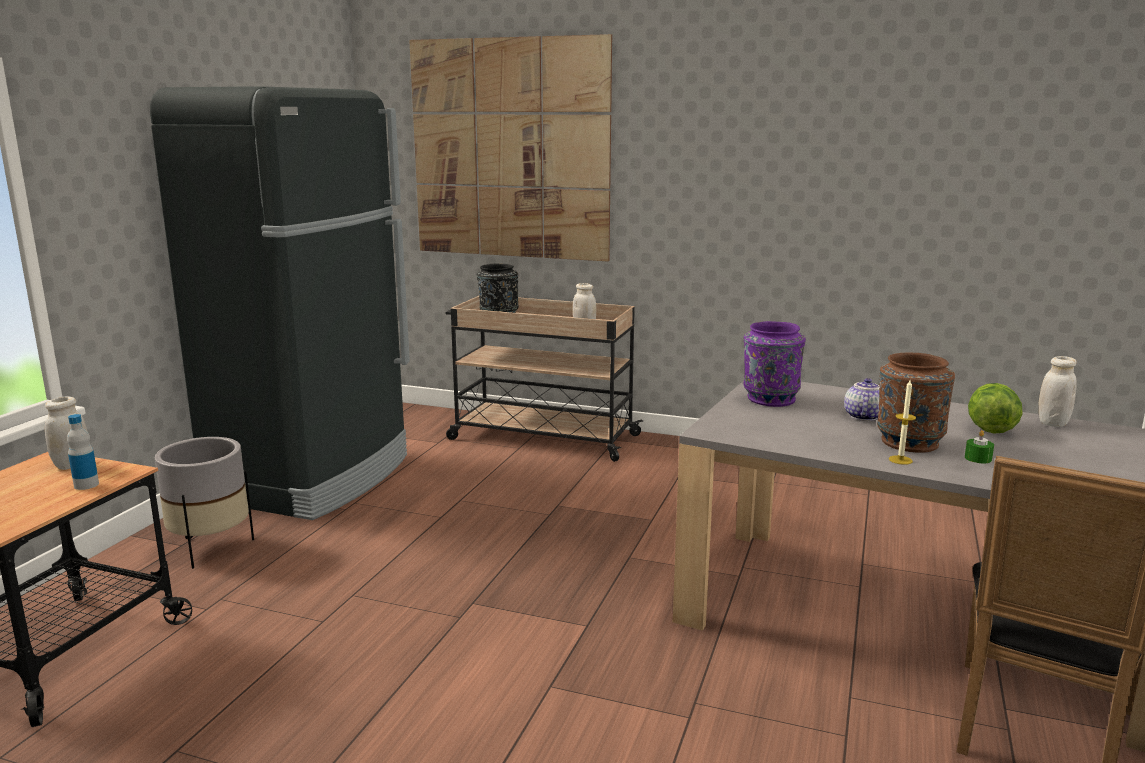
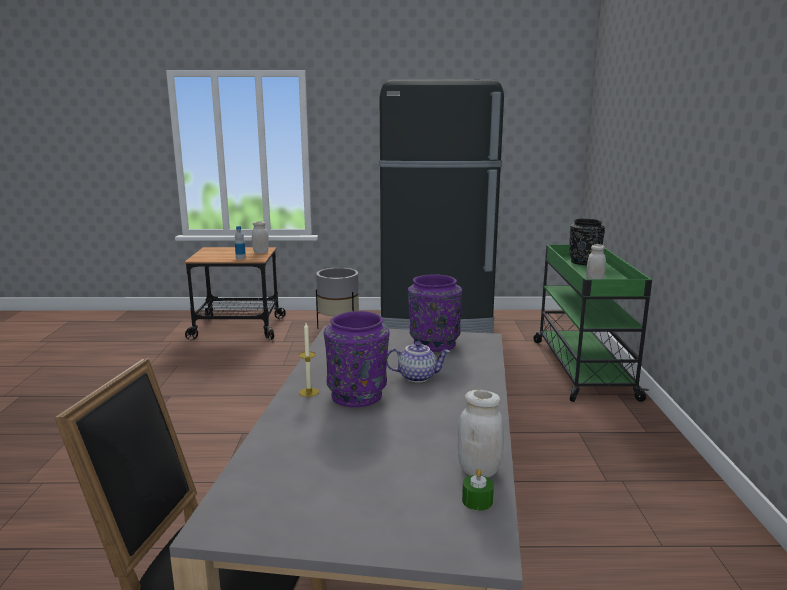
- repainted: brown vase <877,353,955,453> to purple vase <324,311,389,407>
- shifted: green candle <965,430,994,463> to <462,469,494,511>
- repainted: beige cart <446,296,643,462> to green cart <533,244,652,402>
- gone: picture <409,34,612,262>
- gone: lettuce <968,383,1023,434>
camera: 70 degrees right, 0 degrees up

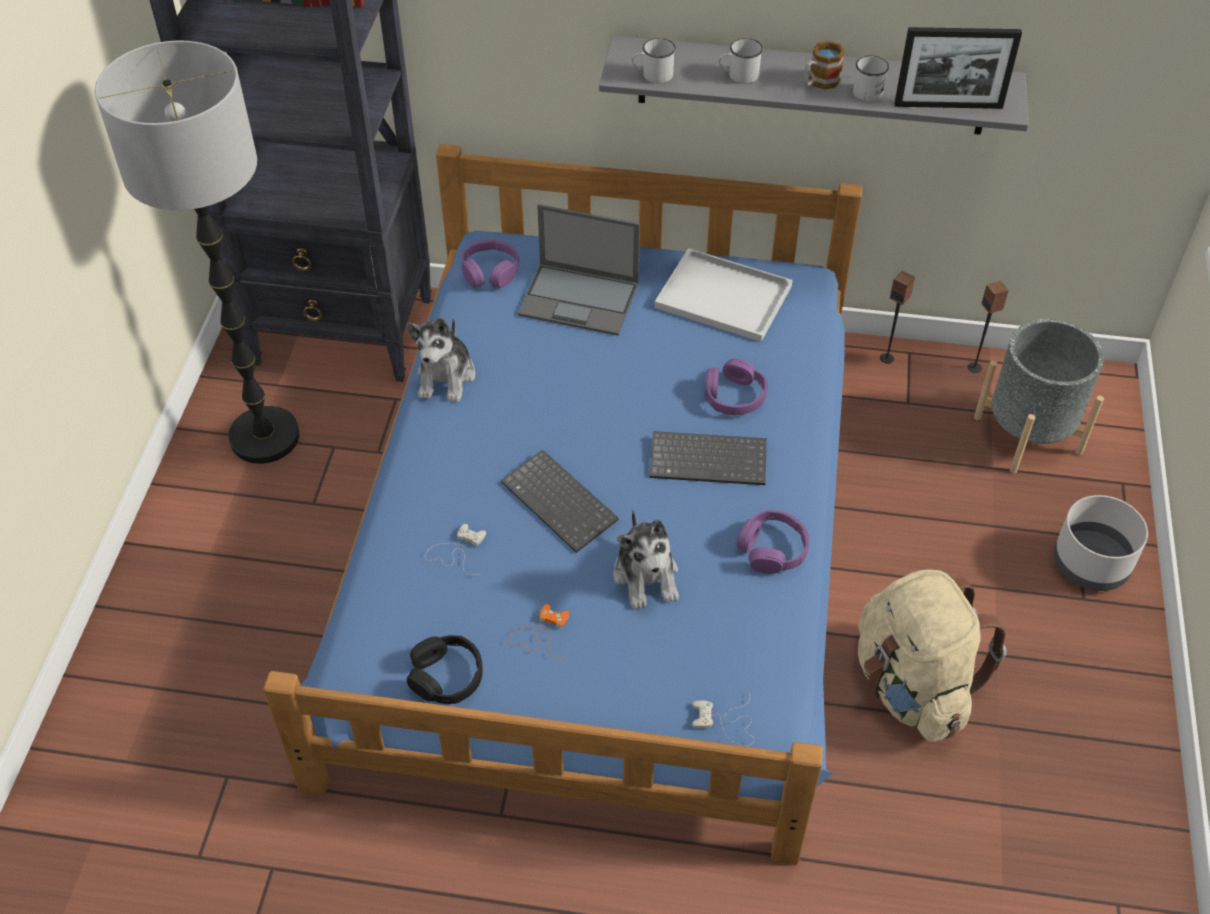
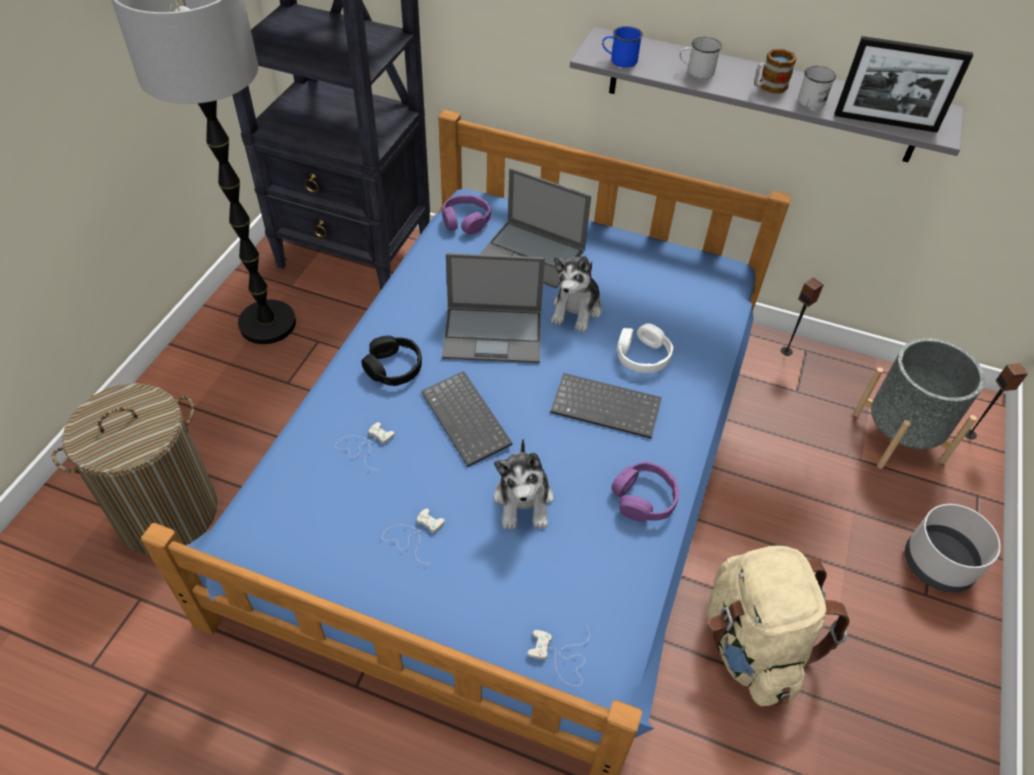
- new: laundry basket <52,383,217,554>
- shifted: black headphones <407,635,483,704> to <361,336,422,386>
- repainted: orange game controller <507,604,569,660> to white game controller <382,508,445,564>
- new: laptop <442,253,545,363>
- shifted: plush toy <406,317,475,402> to <551,256,602,333>
- repainted: white mug <632,38,676,84> to blue mug <602,26,643,68>
- repainted: purple headphones <705,358,767,415> to white headphones <617,323,673,373>
- shifted: speaker <967,281,1009,373> to <965,363,1028,439>
- gone: white tray <655,248,793,342>
camera: 10 degrees right, 0 degrees up

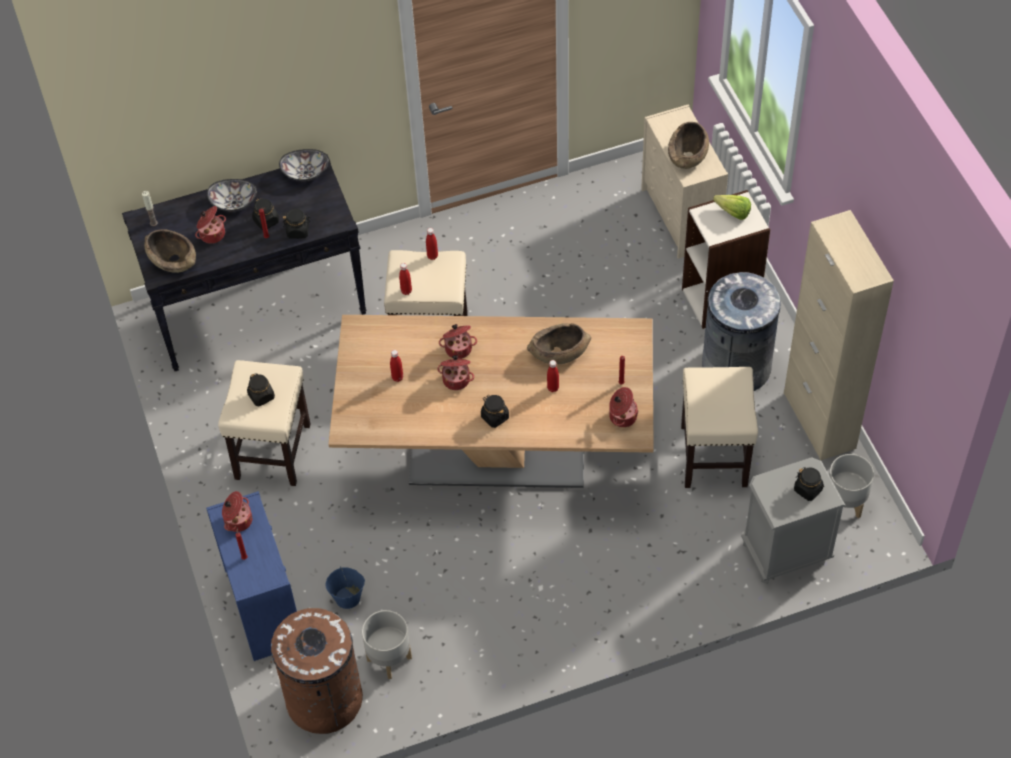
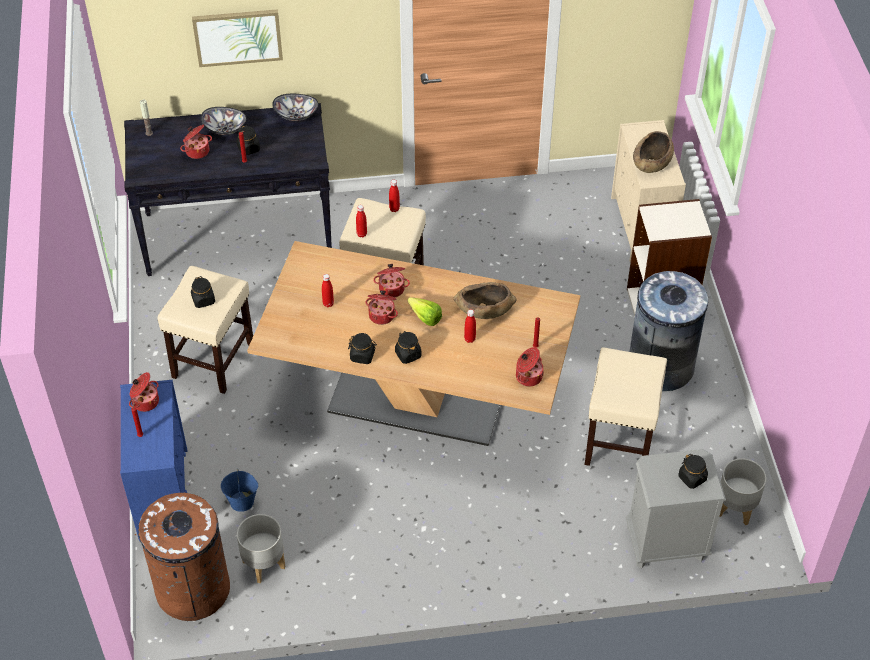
- new: picture <192,9,283,67>
- shifted: black jar <283,209,310,239> to <348,333,377,364>
- shifted: lettuce <713,195,751,220> to <408,297,442,326>
- gone: brown bowl <144,229,196,273>
- gone: beige cabinet <784,210,894,461>
camera: 10 degrees right, 5 degrees down

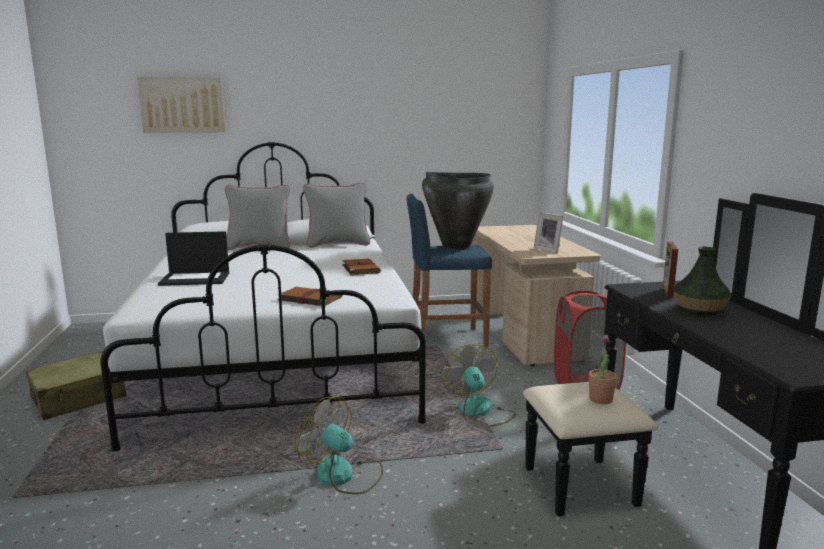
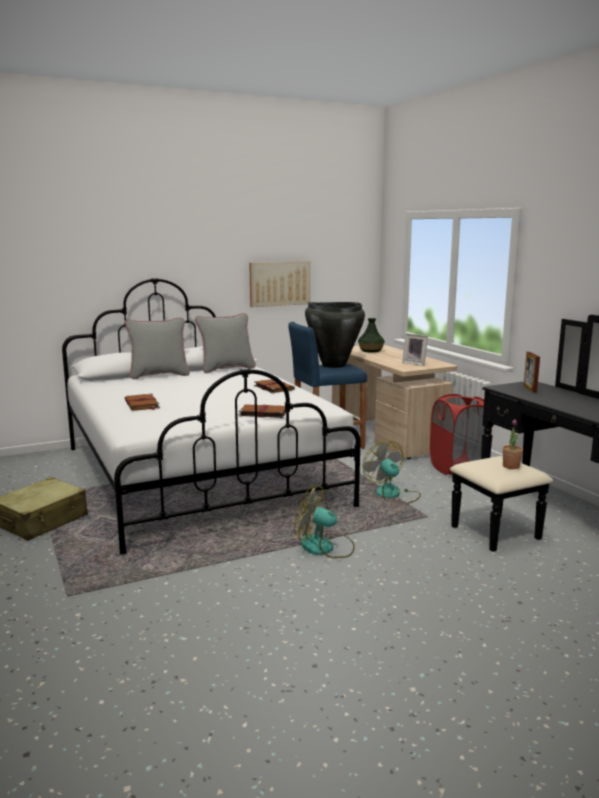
- swapped: laptop <158,231,229,286> to brown book <124,394,160,411>
- shifted: picture <138,77,226,133> to <249,261,310,307>
- shifted: vase <674,247,731,316> to <358,318,385,353>
camera: 15 degrees left, 0 degrees up

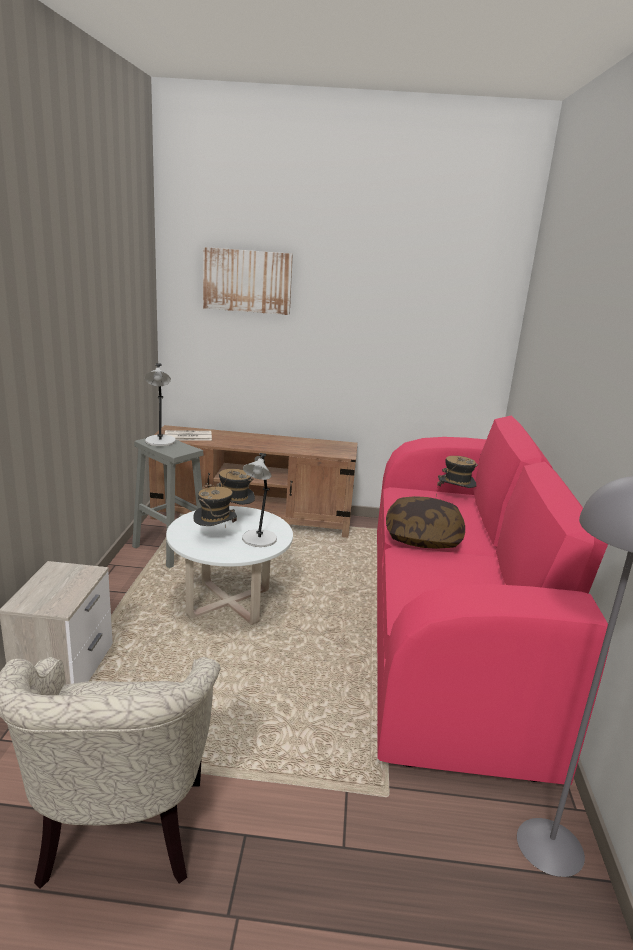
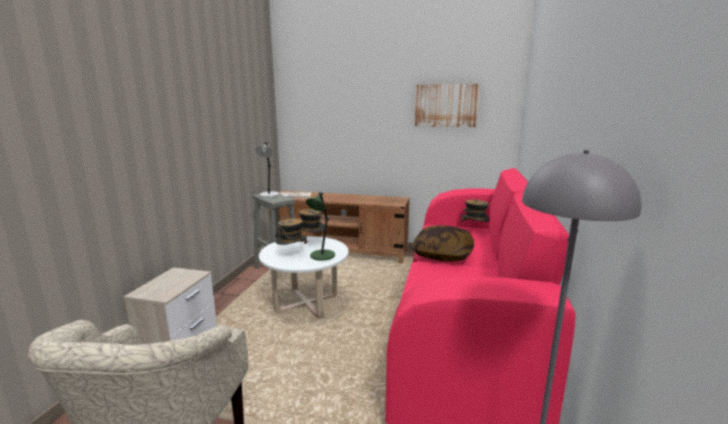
- repainted: grey table lamp <242,453,277,547> to green table lamp <306,192,335,261>
- shifted: picture <203,247,293,315> to <415,84,480,127>
camera: 10 degrees right, 5 degrees down

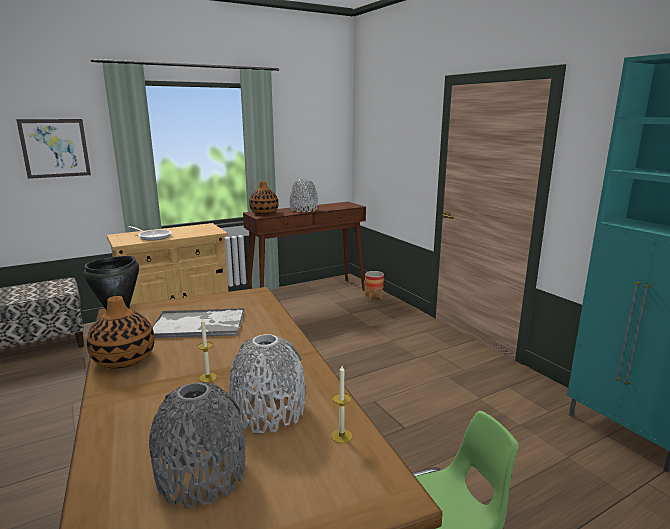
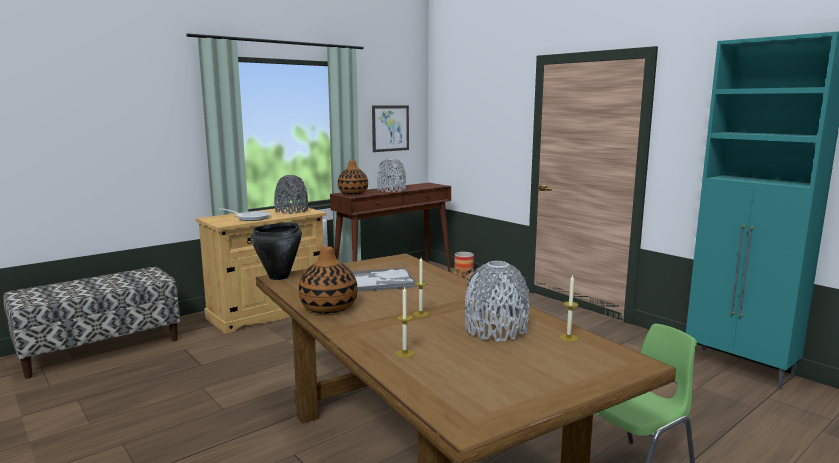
- shifted: grey vase <149,382,245,507> to <274,175,308,214>
- shifted: picture <16,119,91,179> to <372,105,409,152>
- new: candle <396,286,414,358>
camera: 10 degrees left, 5 degrees down

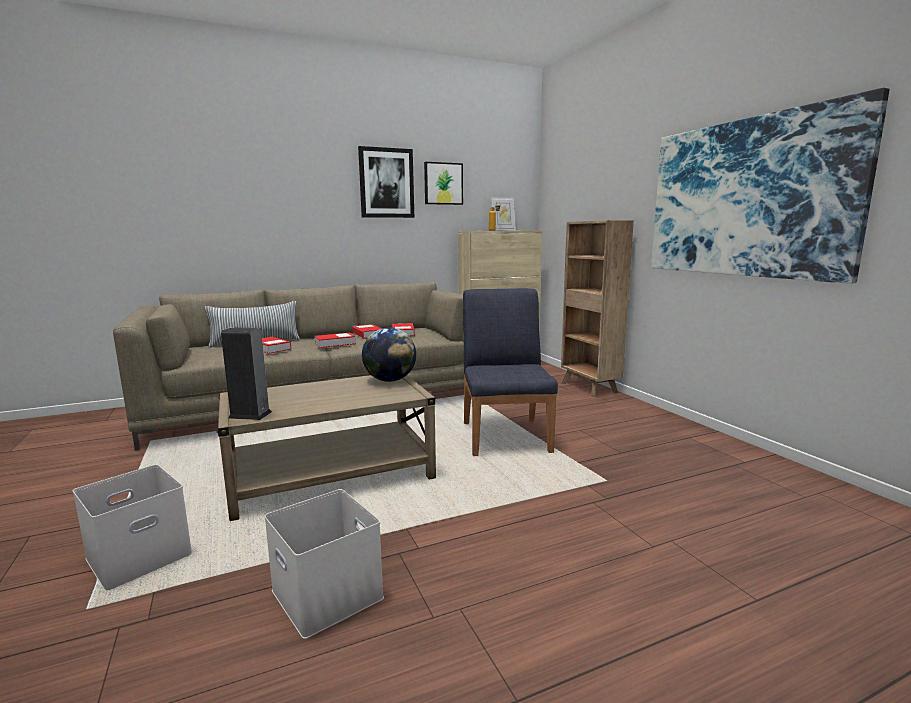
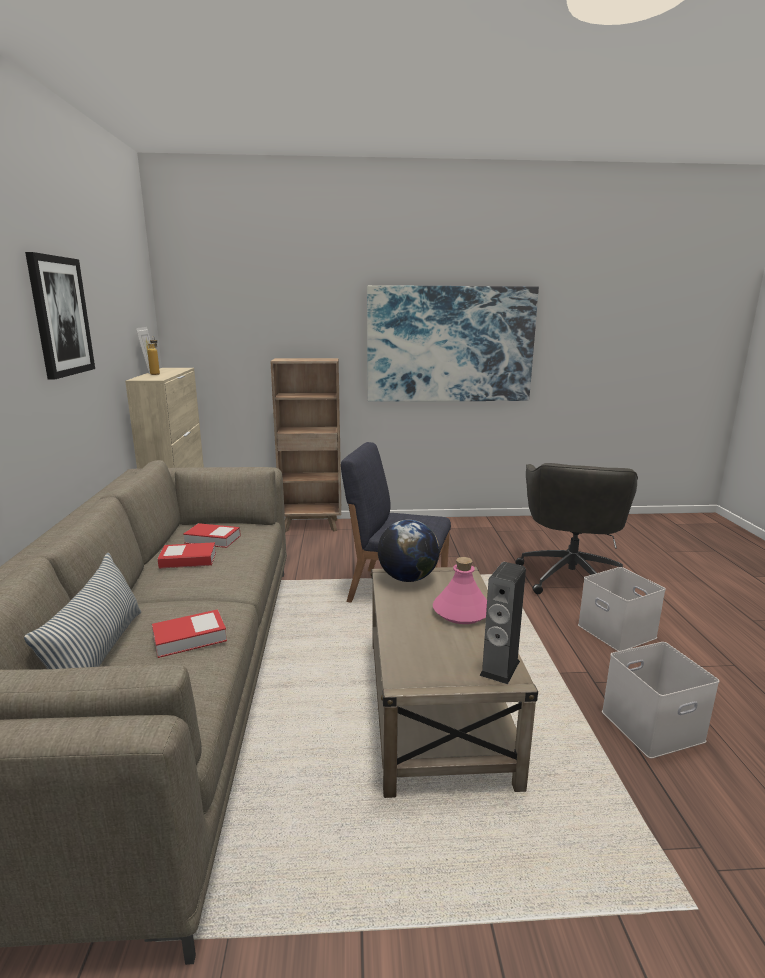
- new: pink bottle <433,557,487,624>
- new: grey office chair <516,463,638,594>
- shifted: white storage box <72,464,192,591> to <578,567,666,651>
- gone: book <314,333,356,348>
- gone: picture <424,162,463,205>
camera: 70 degrees left, 5 degrees up

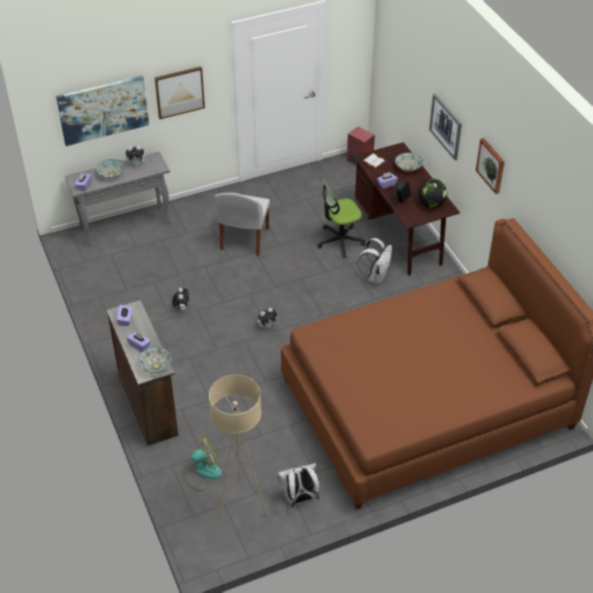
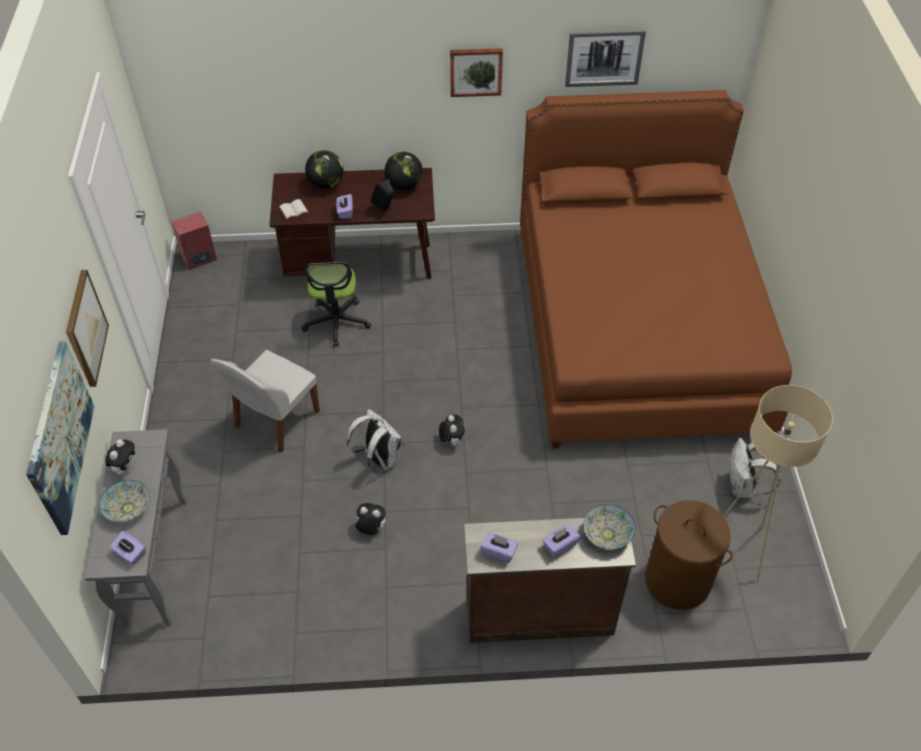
- rotated: white chair <214,193,270,256> = <210,350,320,453> 90 degrees clockwise
- swapped: bowl <395,153,423,172> to globe <305,150,344,189>
- shifted: white backpack <357,238,392,284> to <347,409,404,470>
- shifted: picture <429,93,462,160> to <565,30,646,87>
- swapped: fan <183,434,222,491> to brown laundry basket <645,500,733,610>
camera: 70 degrees left, 5 degrees up

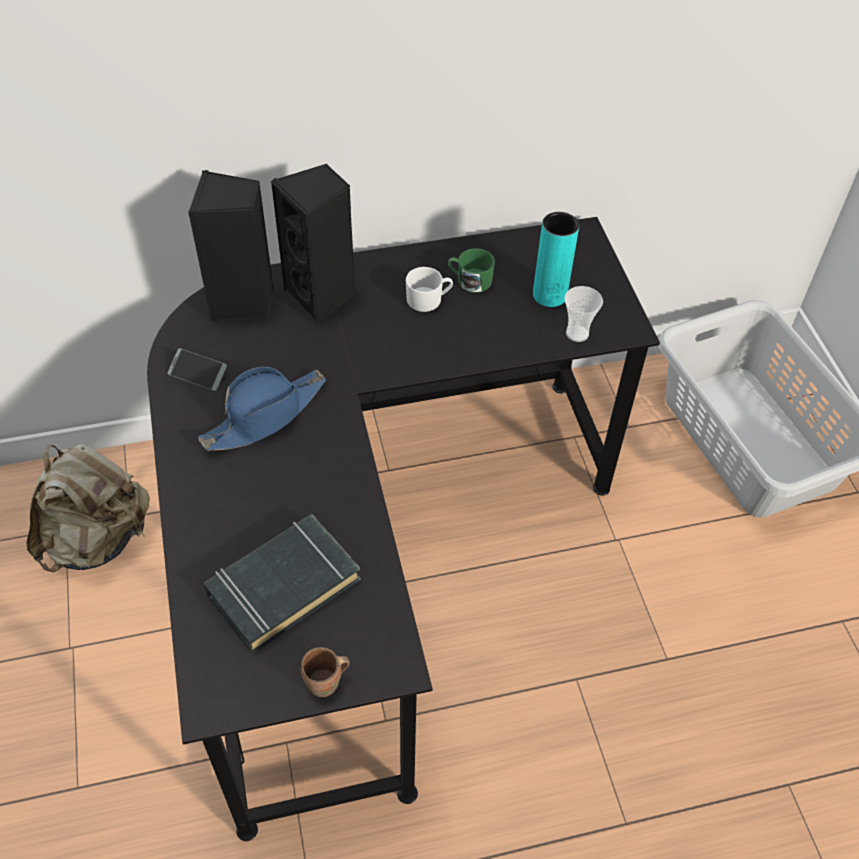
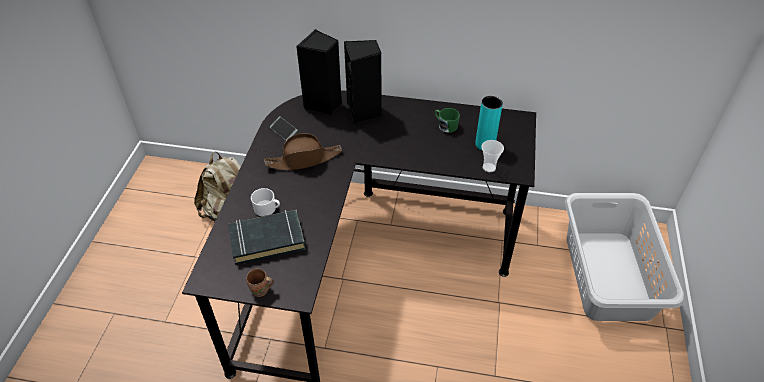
- shifted: white mug <406,267,453,312> to <251,188,280,216>
- repainted: blue hat <198,367,326,451> to brown hat <264,133,342,171>
camera: 25 degrees right, 5 degrees down

